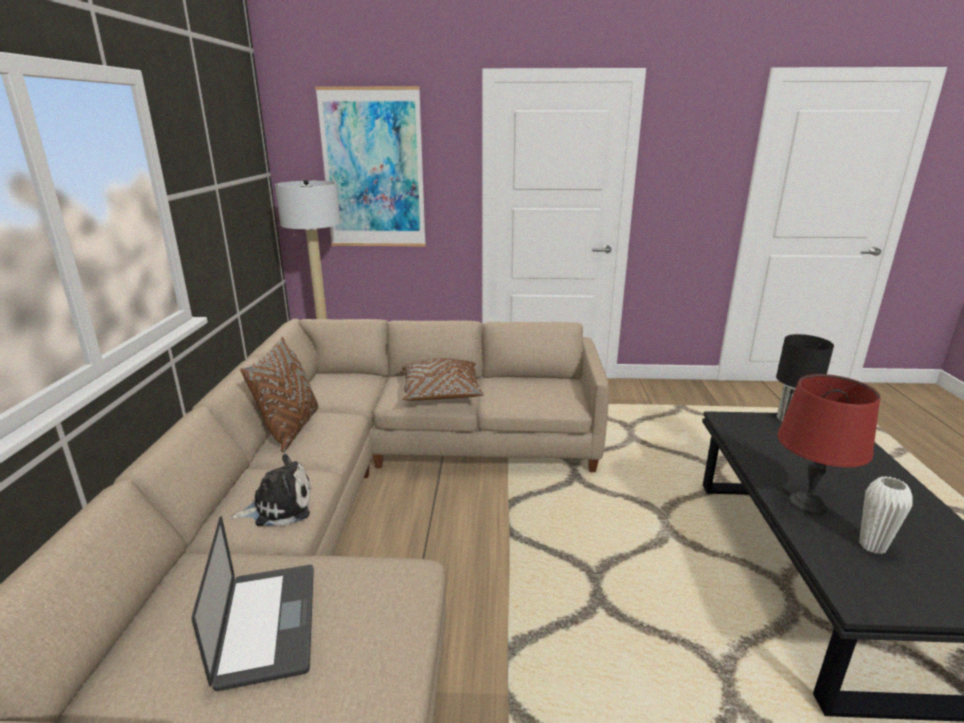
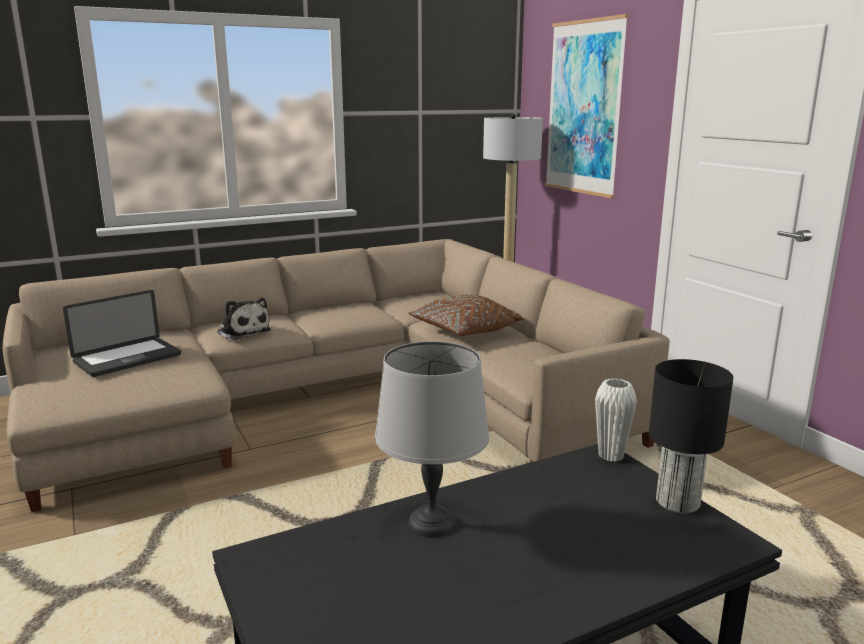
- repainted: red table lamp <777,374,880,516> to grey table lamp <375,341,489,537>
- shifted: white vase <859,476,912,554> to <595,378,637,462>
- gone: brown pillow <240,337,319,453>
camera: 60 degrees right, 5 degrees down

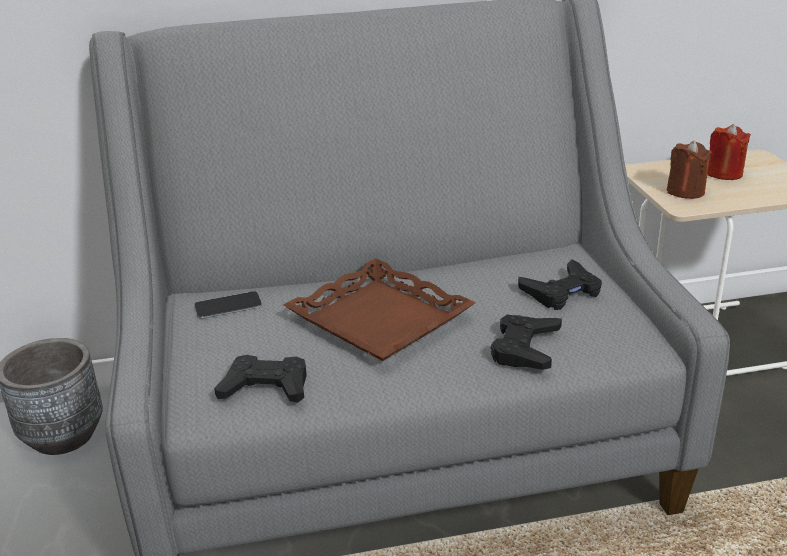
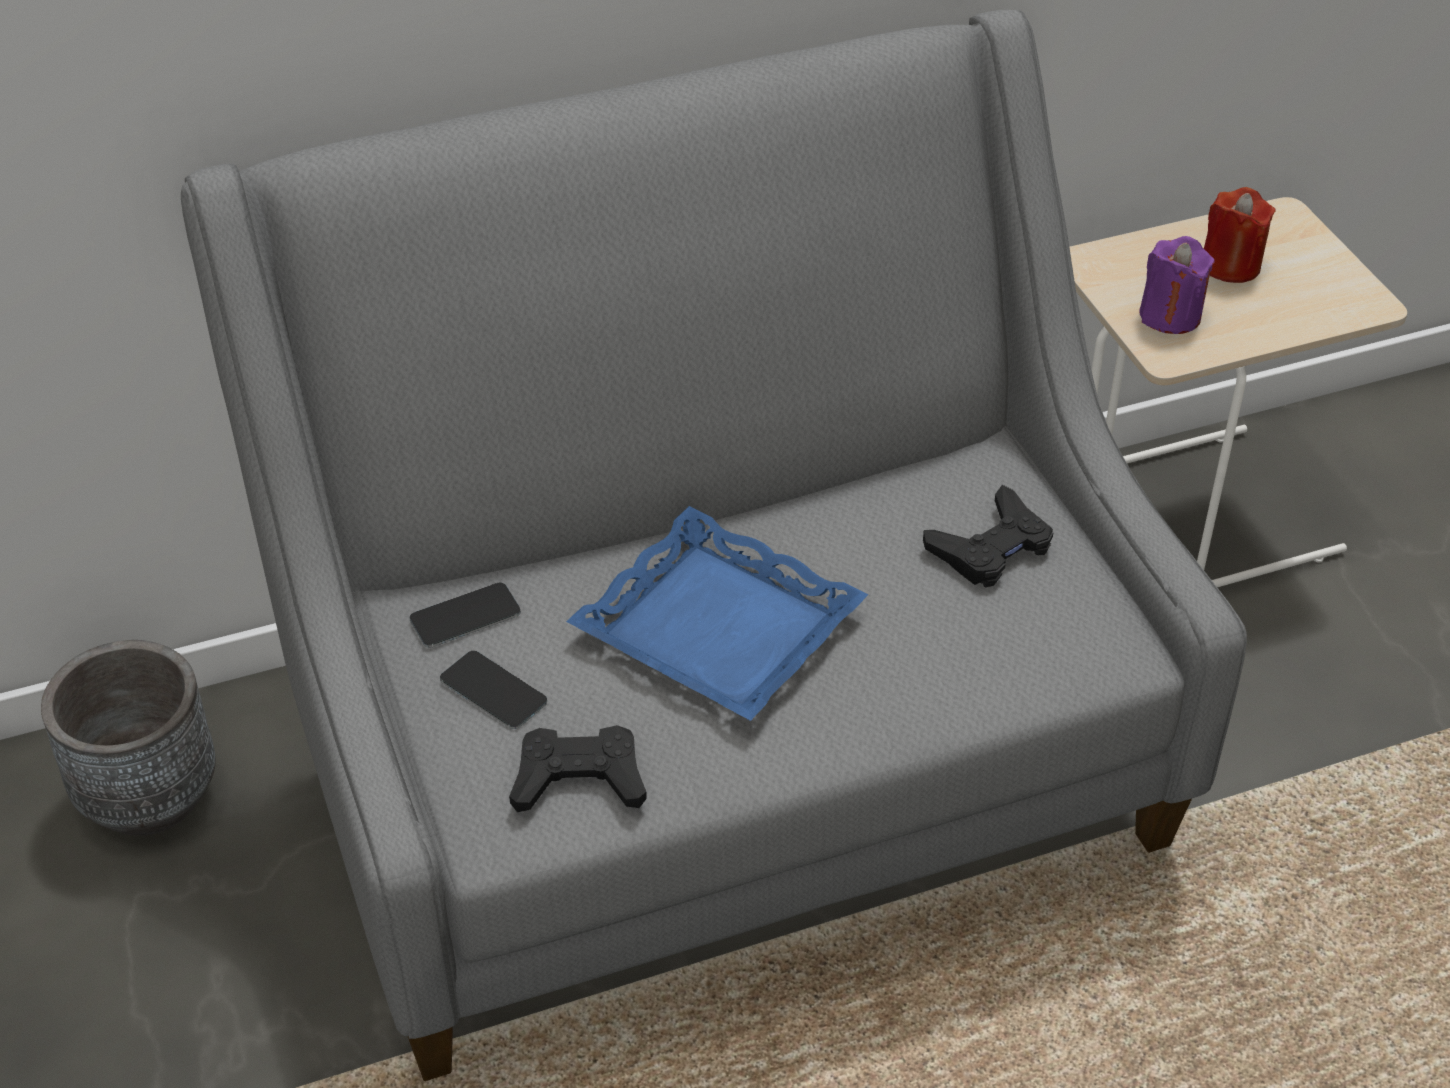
- new: phone <440,651,547,729>
- repainted: brown tray <283,258,476,361> to blue tray <566,506,869,721>
- repainted: brown candle <667,141,712,199> to purple candle <1139,236,1215,334>
- gone: black game controller <491,314,562,370>
camera: 10 degrees left, 15 degrees up

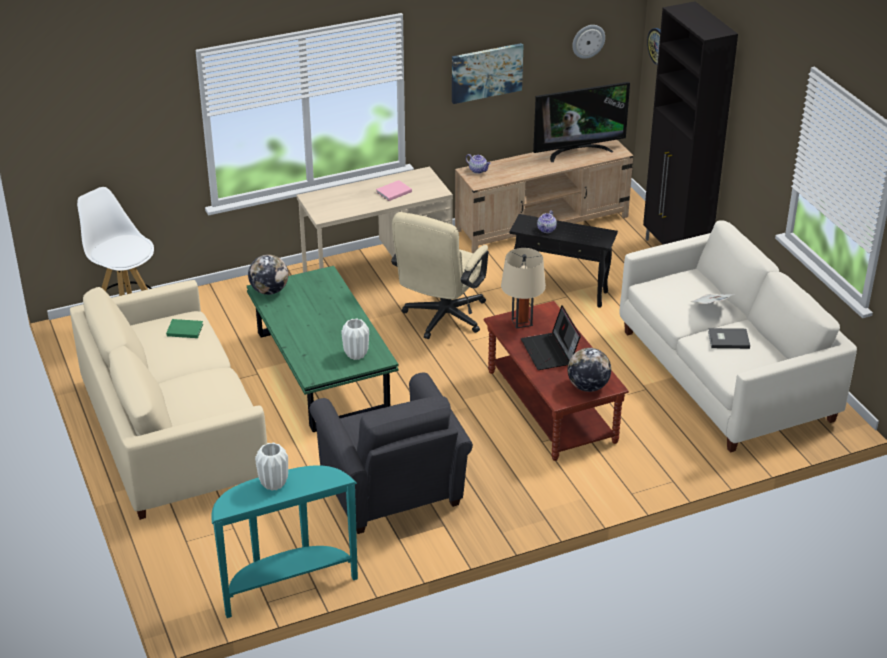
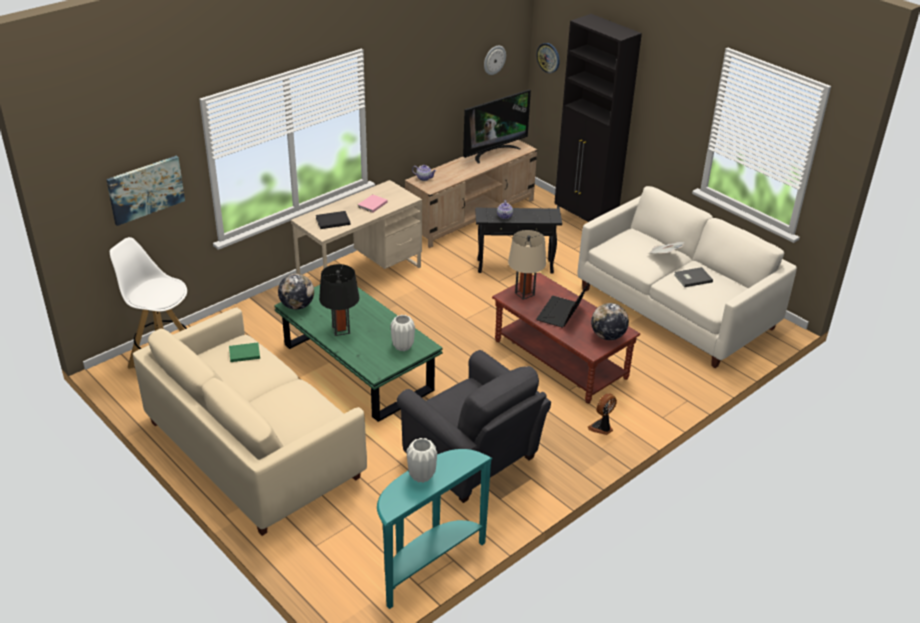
- shifted: picture <452,43,524,104> to <106,156,185,226>
- new: black book <316,211,350,229>
- new: black table lamp <319,264,360,336>
- rotated: laptop <521,305,581,370> = <536,282,589,328> 60 degrees clockwise
- new: fan <588,393,617,435>
- gone: beige office chair <391,212,489,339>
camera: 20 degrees left, 0 degrees up

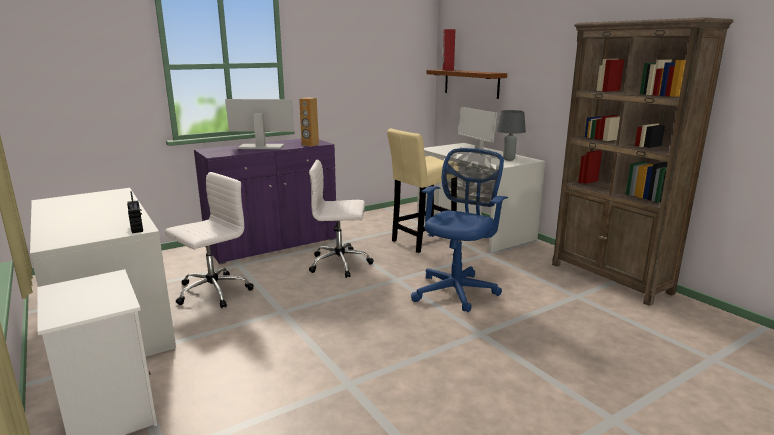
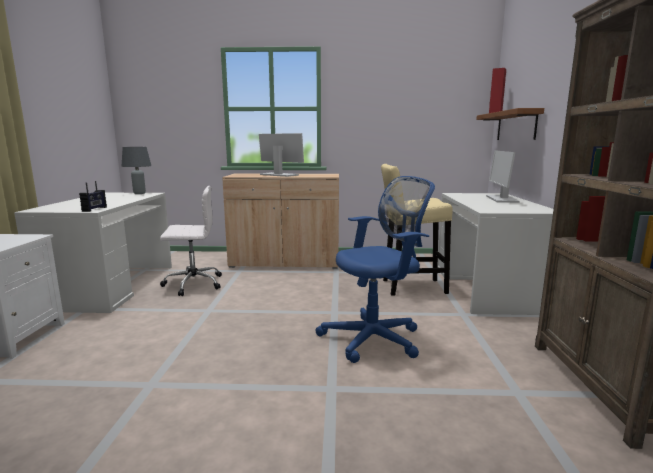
- shifted: grey table lamp <497,110,526,160> to <122,147,151,194>
- repainted: purple cabinet <194,139,337,265> to beige cabinet <222,174,339,269>
- gone: brown speaker <299,97,319,146>
- gone: white office chair <309,159,373,278>
camera: 35 degrees right, 5 degrees down

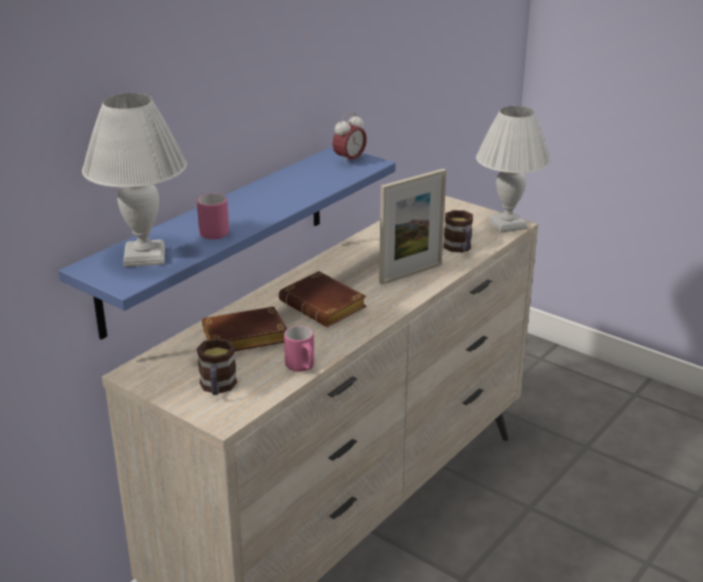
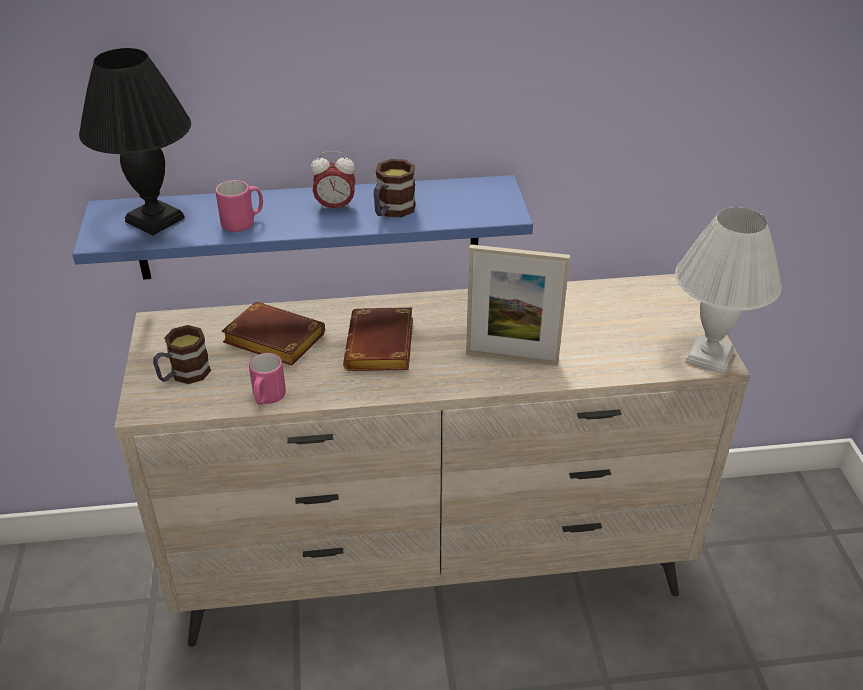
- repainted: white table lamp <82,93,187,267> to black table lamp <79,48,191,236>
- shifted: alarm clock <332,112,367,166> to <310,152,355,212>
- shifted: mug <443,210,473,252> to <374,159,416,217>
camera: 45 degrees right, 10 degrees up

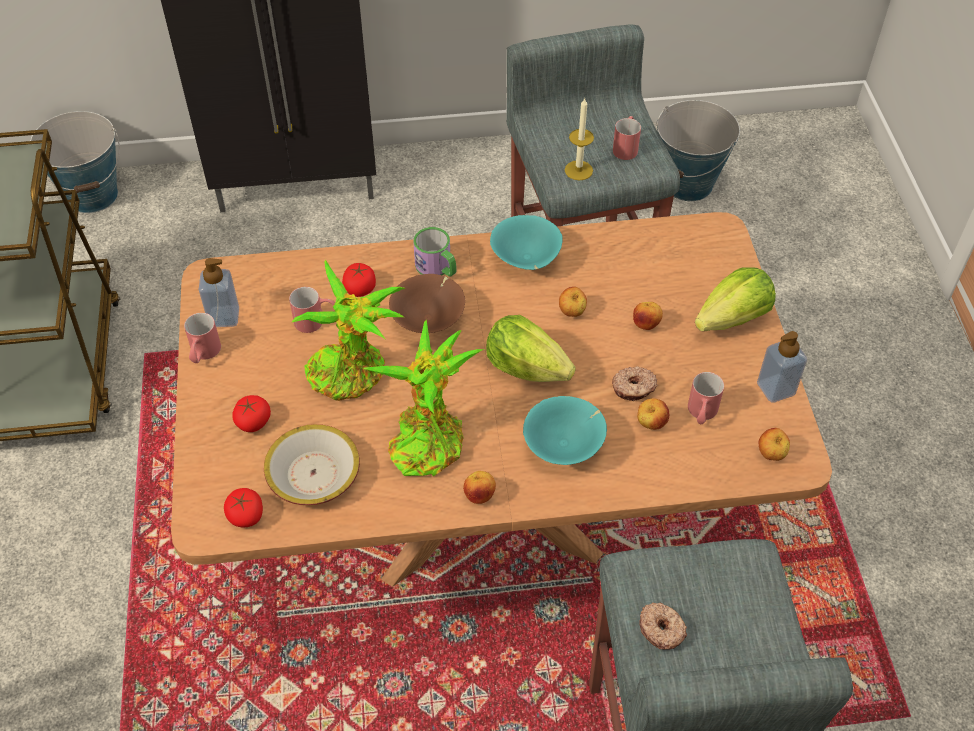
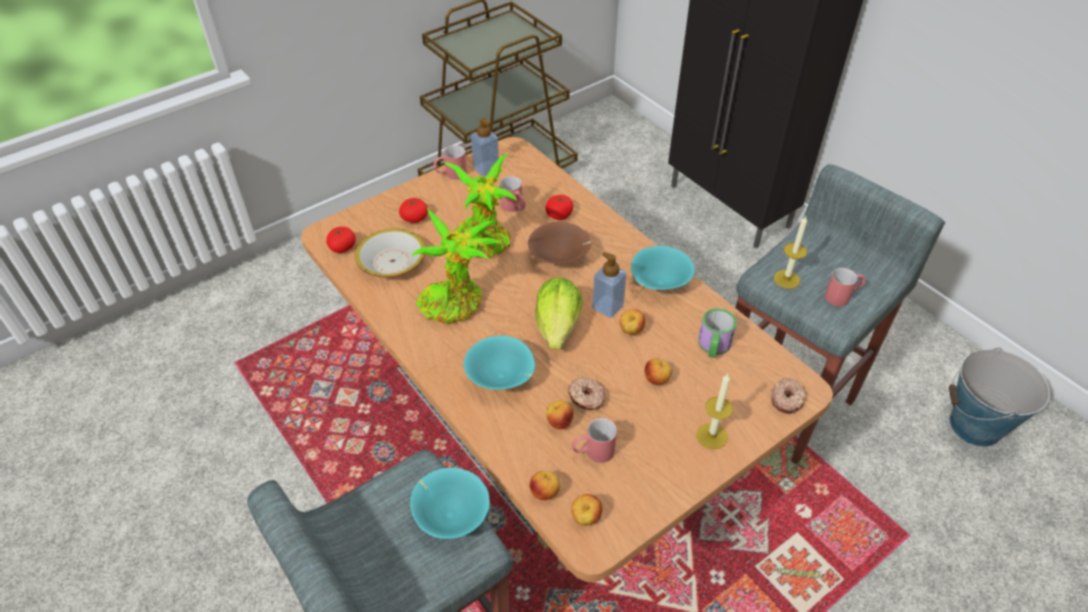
- new: turquoise bowl <410,467,490,539>
- shifted: apple <463,471,496,504> to <530,471,560,500>
- shifted: soap dispenser <757,331,807,403> to <592,252,627,318>
- swapped: lettuce <695,267,776,331> to candle <696,374,733,449>
- shifted: mug <413,227,457,277> to <698,308,737,358>
- shifted: donut <640,603,687,650> to <771,378,806,414>
- gone: bucket <30,111,120,213>
camera: 60 degrees right, 5 degrees down

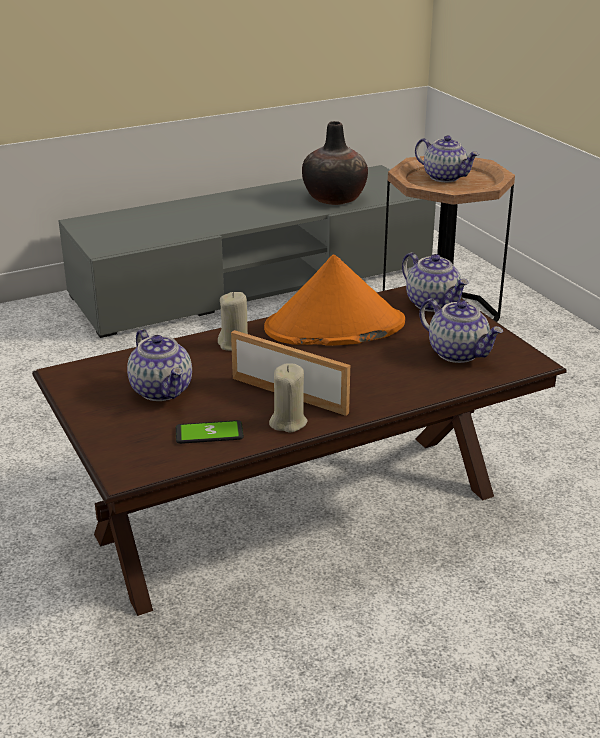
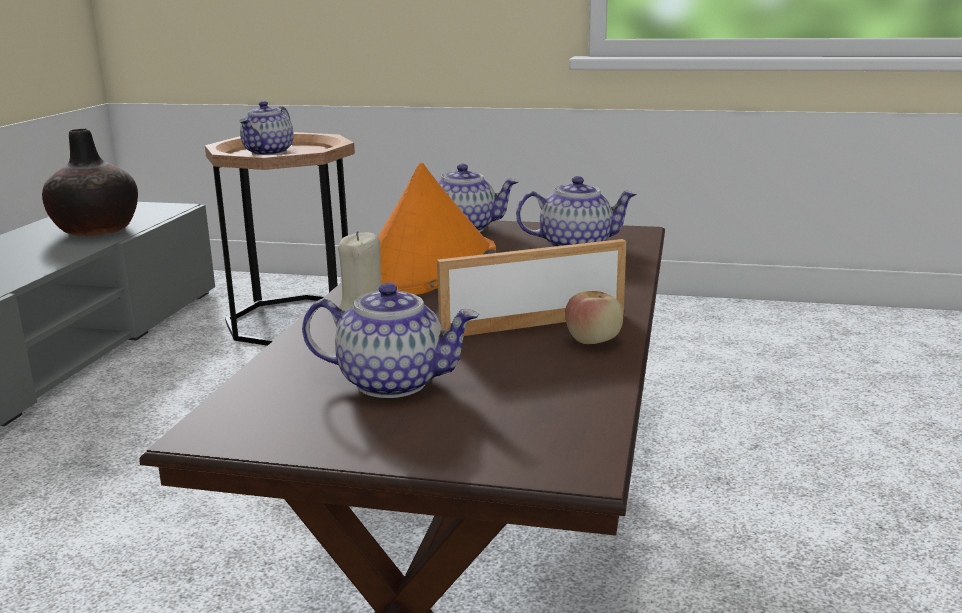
- rotated: teapot <415,135,479,182> = <239,101,294,155> 120 degrees clockwise
- swapped: beige candle <269,364,308,432> to apple <565,291,623,344>
- gone: phone <176,420,244,444>
camera: 50 degrees left, 10 degrees down

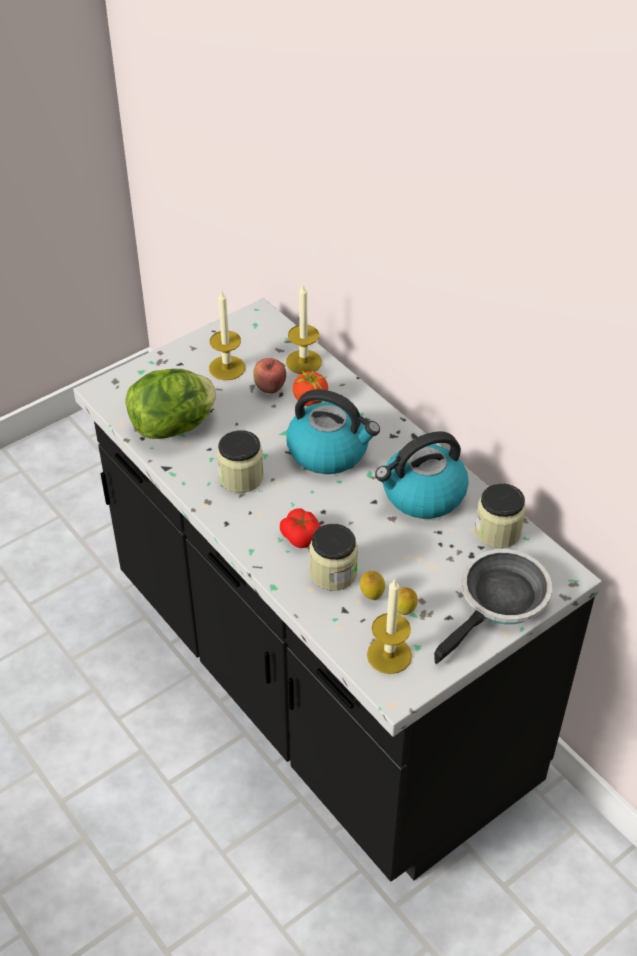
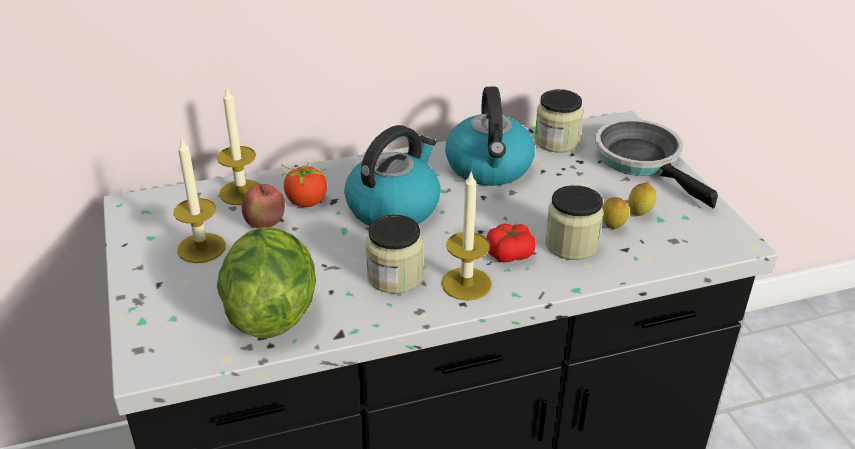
- shifted: candle <367,579,412,674> to <441,170,492,301>
camera: 70 degrees left, 10 degrees down

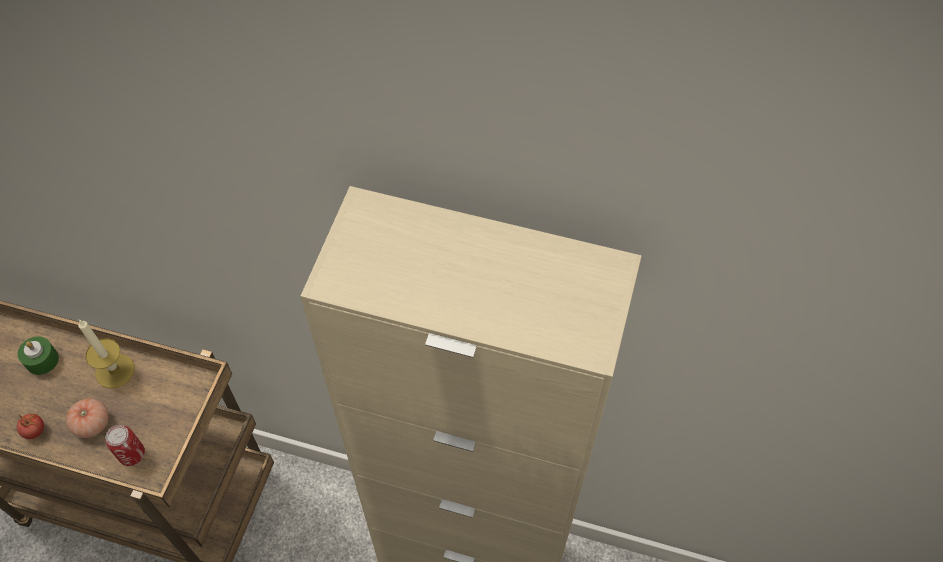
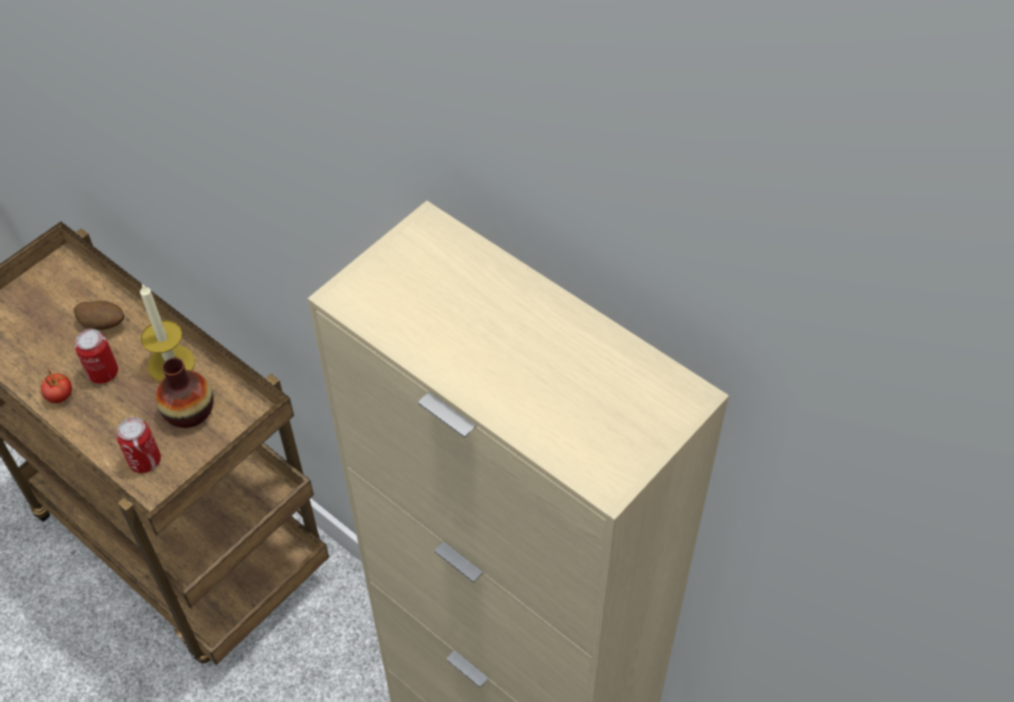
- swapped: green candle <18,336,59,375> to potato <74,301,124,330>
- new: can <75,329,118,384>
- new: vase <155,358,214,428>
- gone: tomato <66,398,109,438>
camera: 25 degrees right, 5 degrees down

